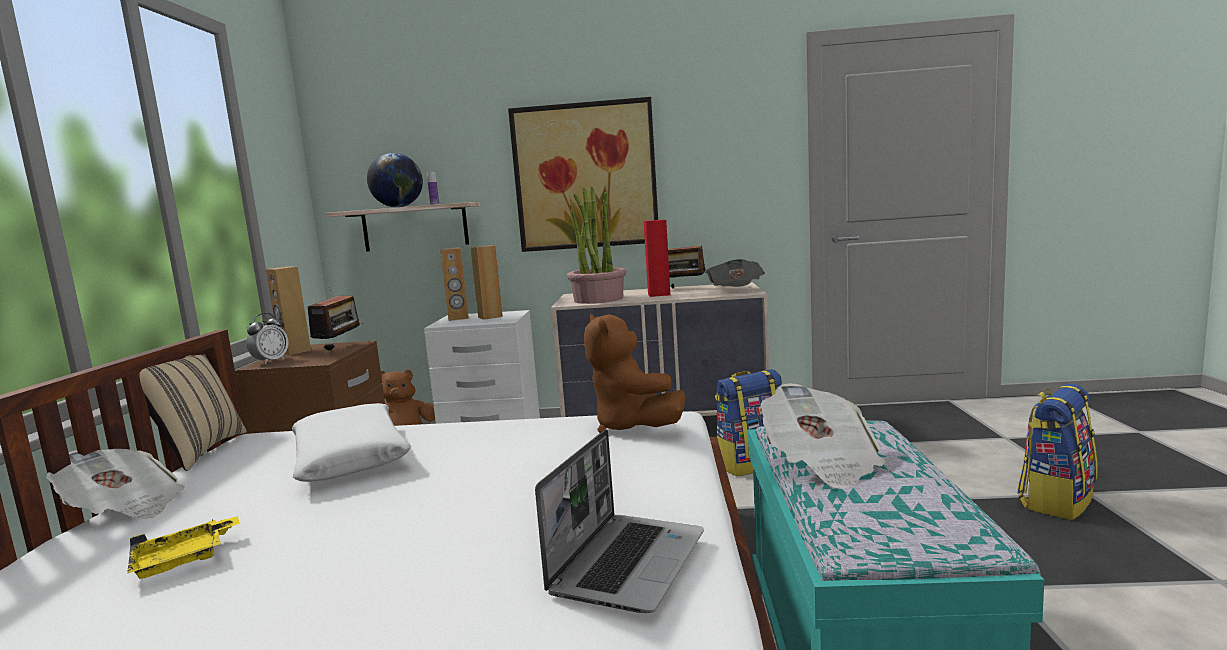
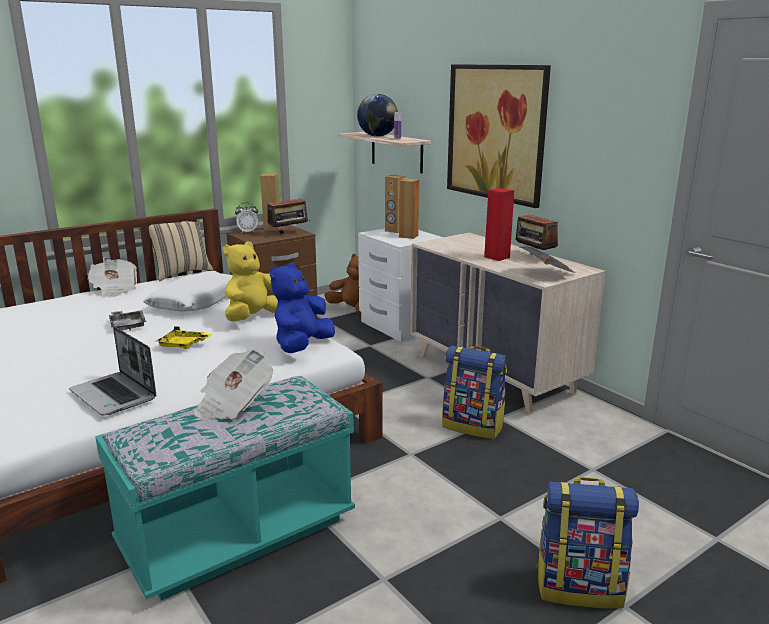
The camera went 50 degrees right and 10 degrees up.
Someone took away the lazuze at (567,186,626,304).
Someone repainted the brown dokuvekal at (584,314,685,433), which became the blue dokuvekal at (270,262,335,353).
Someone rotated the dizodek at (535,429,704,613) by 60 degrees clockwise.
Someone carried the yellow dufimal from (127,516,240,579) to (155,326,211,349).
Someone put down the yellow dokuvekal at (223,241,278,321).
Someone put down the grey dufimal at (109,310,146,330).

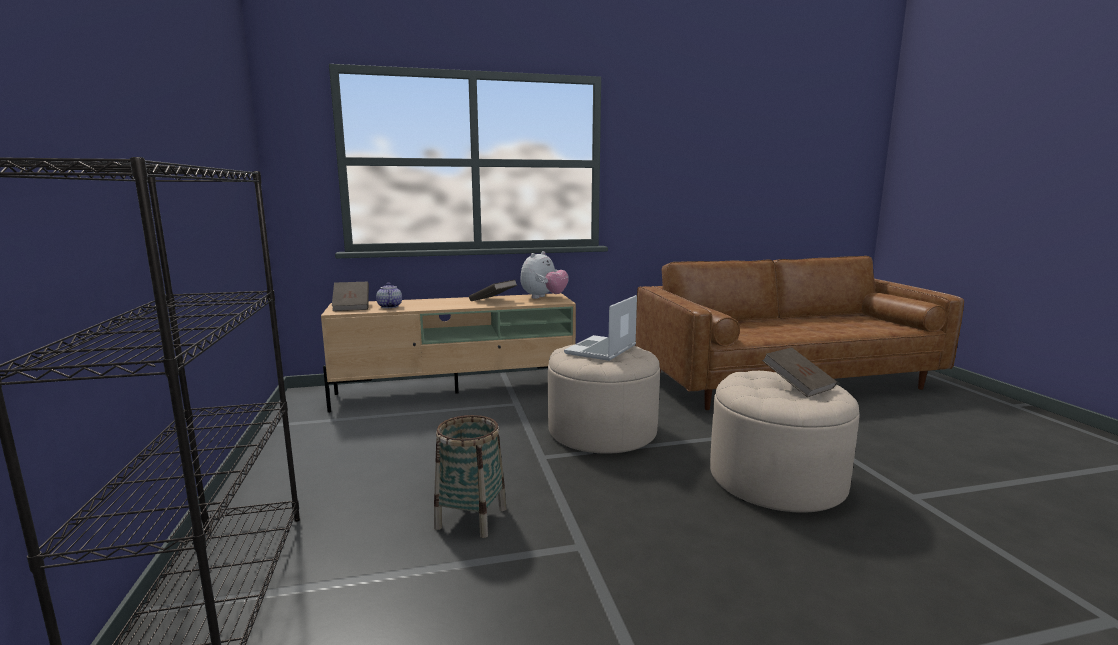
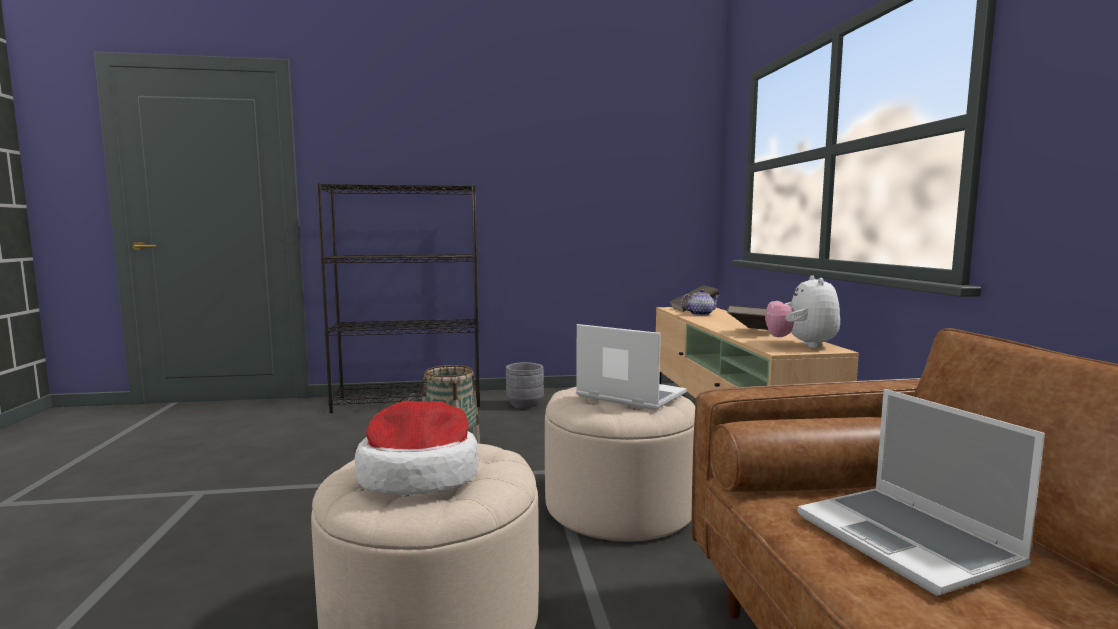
The camera went 95 degrees right and 5 degrees down.
Someone rotated the dokuvekal at (520,251,569,299) by 60 degrees clockwise.
Someone swapped the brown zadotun at (762,347,837,397) for the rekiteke at (355,401,478,495).
Someone put down the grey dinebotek at (506,362,544,409).
Someone put down the dizodek at (798,389,1045,596).

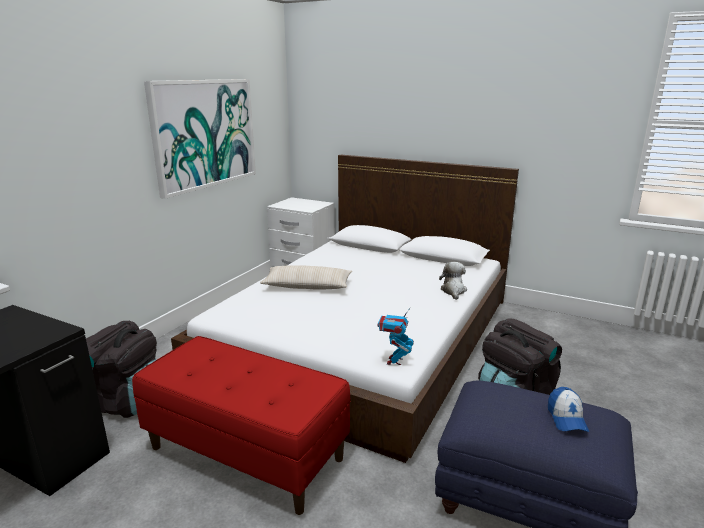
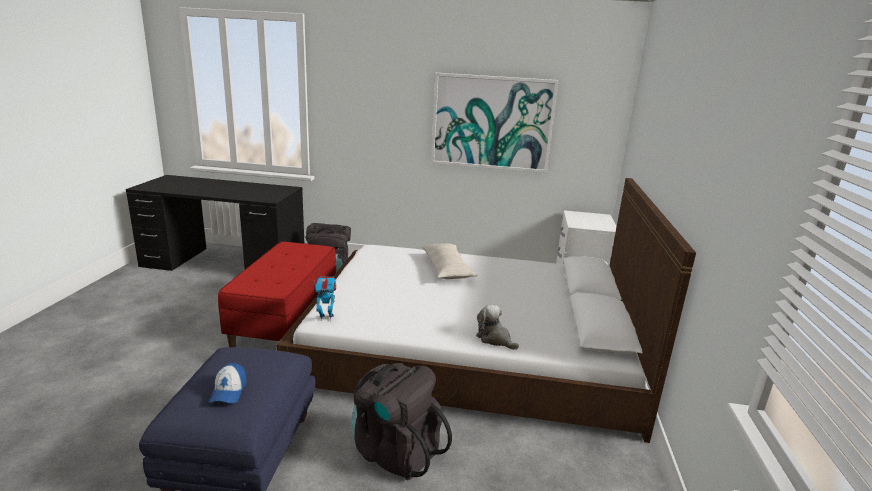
The camera went 70 degrees right and 0 degrees up.
Someone rotated the dokuvekal at (439,262,467,300) by 120 degrees counterclockwise.
Someone rotated the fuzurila at (548,387,589,432) by 75 degrees counterclockwise.

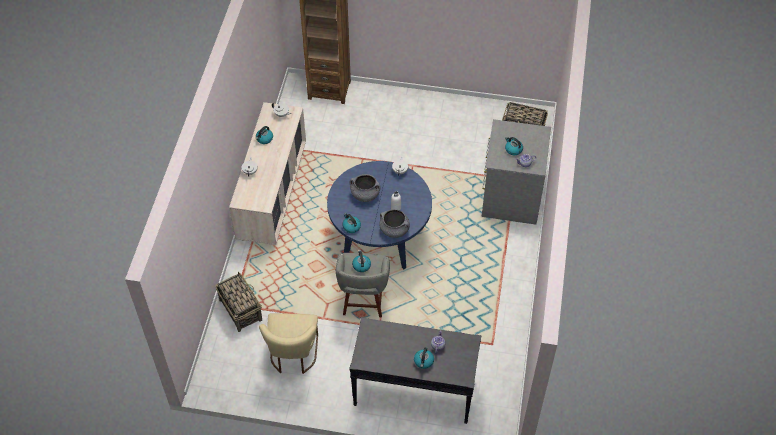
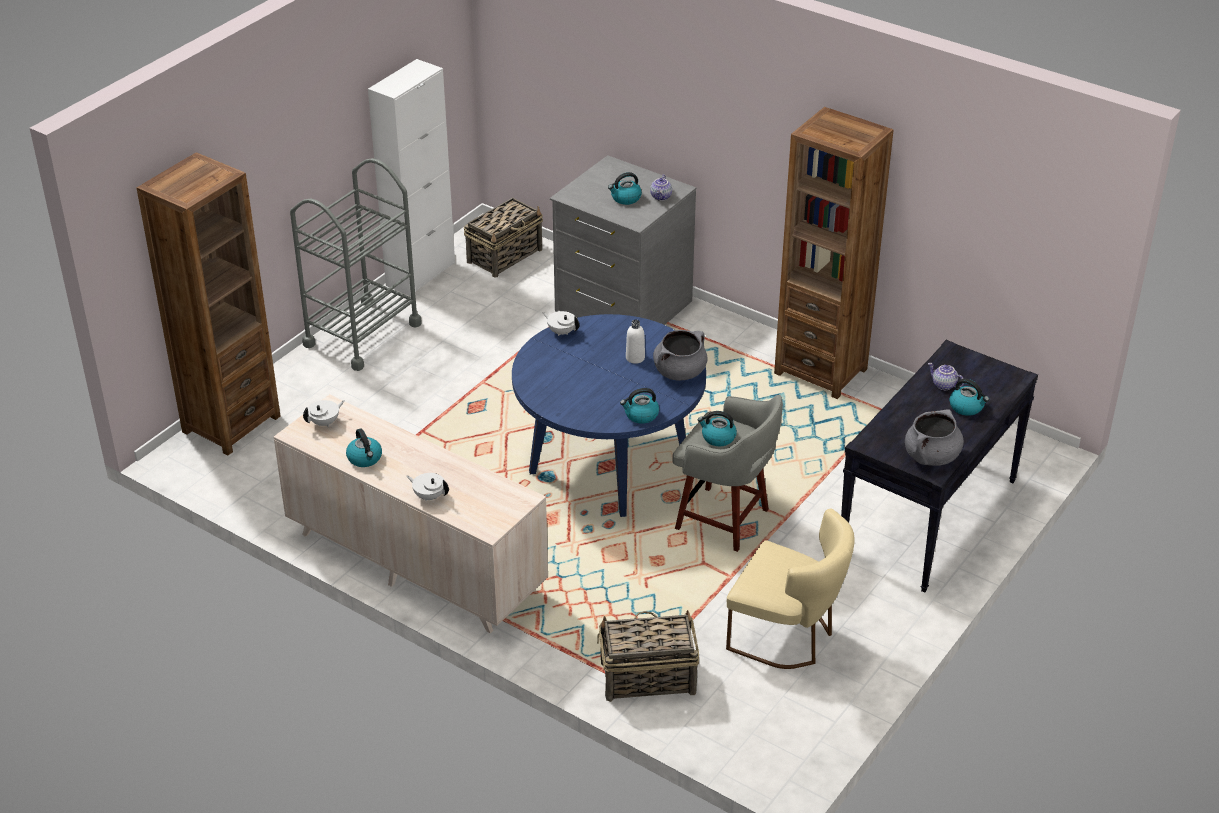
The camera went 65 degrees left and 15 degrees down.
Someone carried the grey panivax from (350,174,380,202) to (905,409,964,466).
Someone put down the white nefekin at (368,59,455,296).
Someone put down the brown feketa at (774,107,894,399).
Someone put down the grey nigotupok at (290,158,422,371).

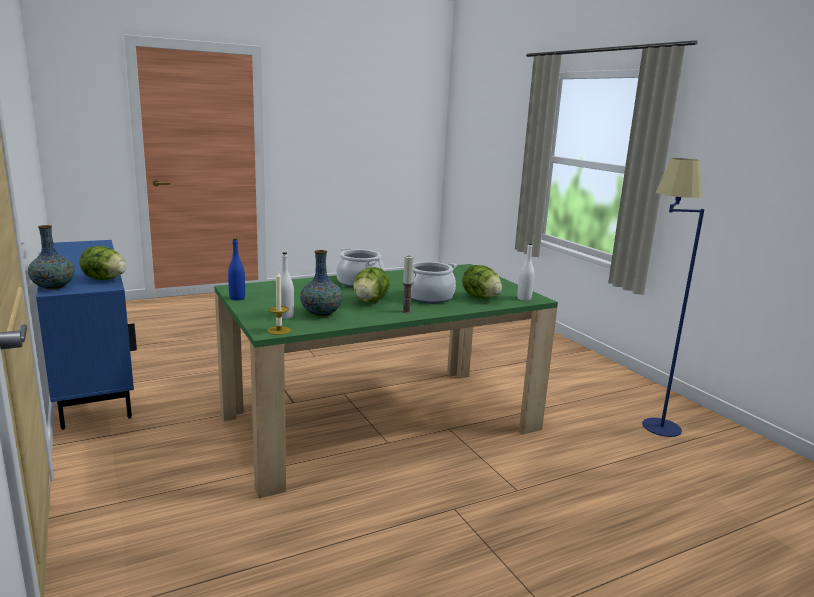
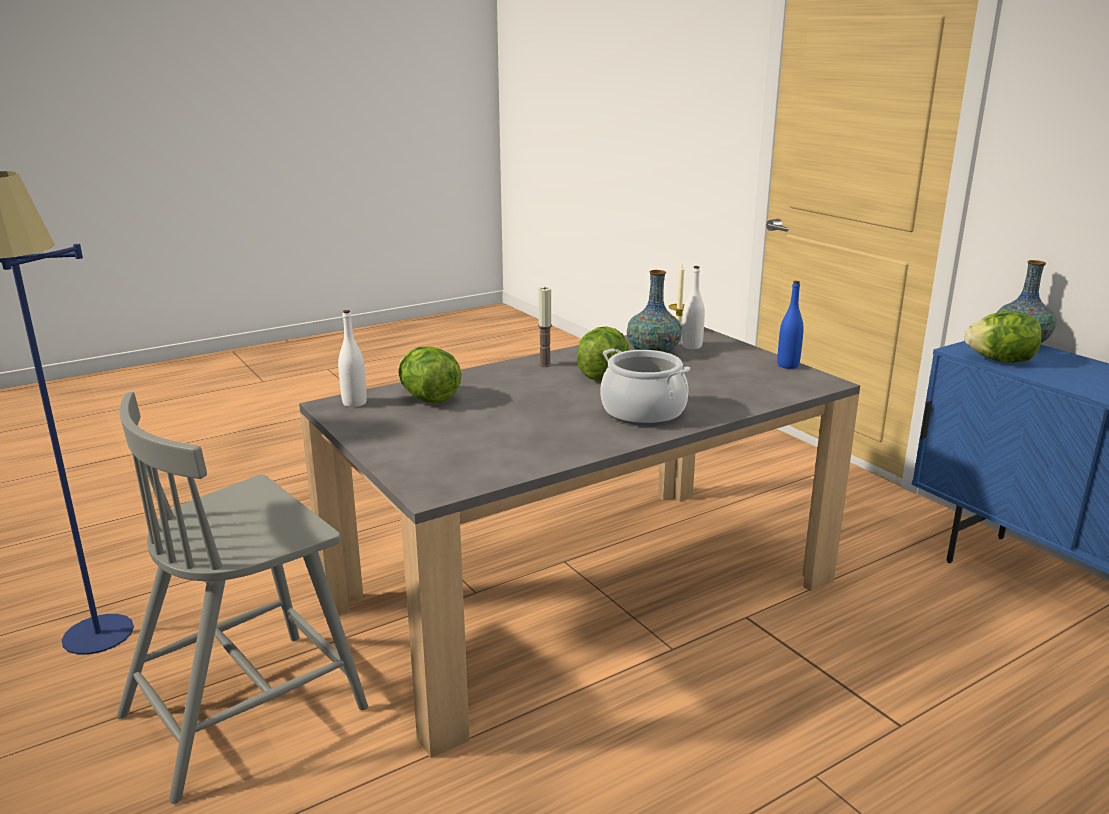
The camera went 175 degrees right and 5 degrees up.
Someone took away the panivax at (410,262,457,303).
Someone repainted the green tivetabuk at (214,264,558,498), which became the grey tivetabuk at (299,327,860,758).
Someone put down the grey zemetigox at (117,392,368,804).

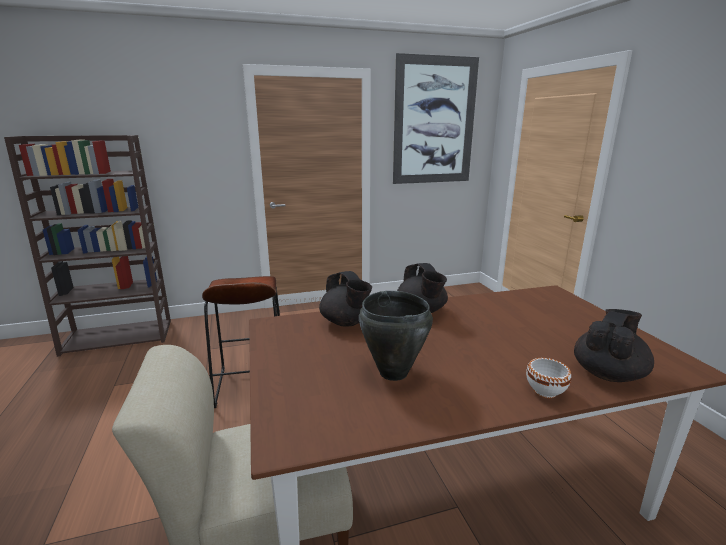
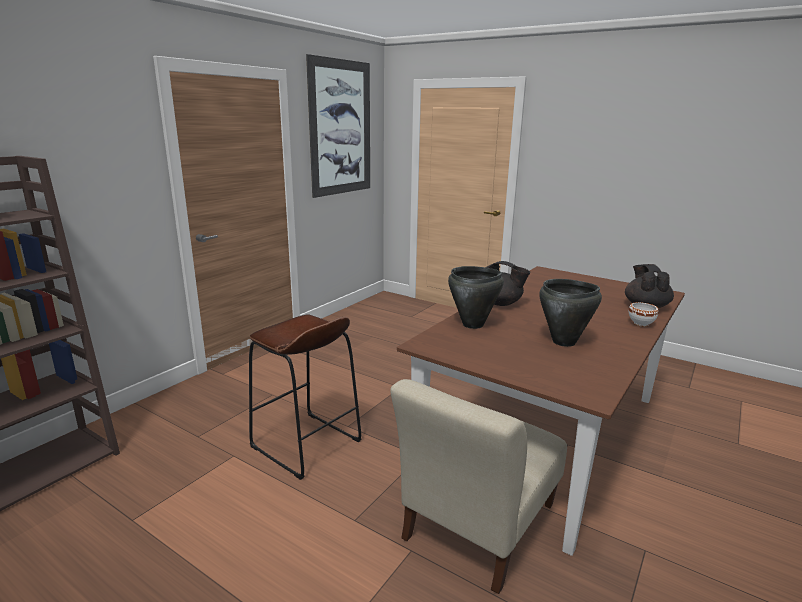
The camera went 40 degrees left and 0 degrees up.
Someone swapped the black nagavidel at (319,271,372,326) for the black panivax at (448,266,504,329).

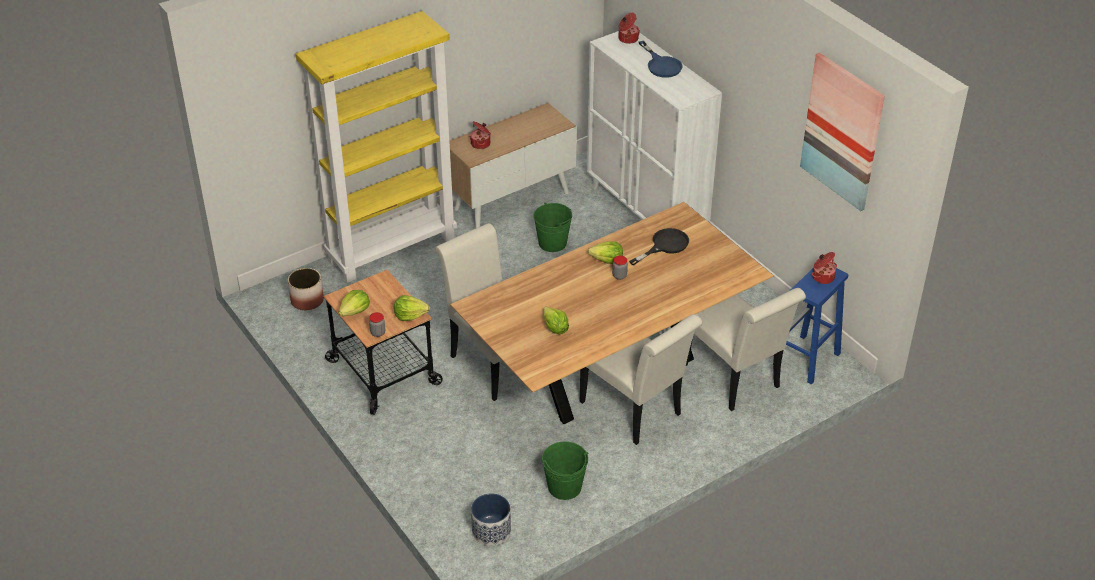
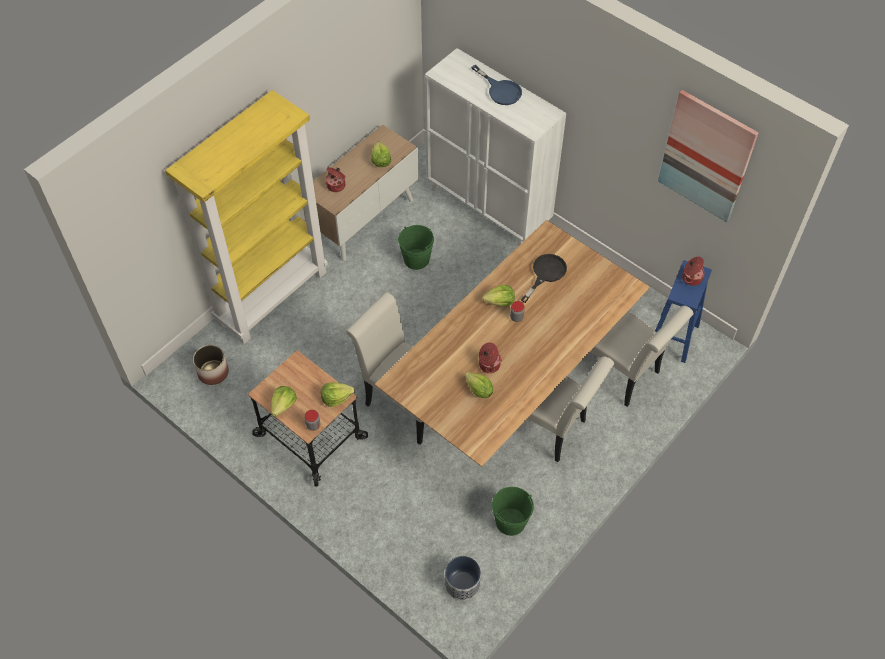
The camera went 15 degrees left and 15 degrees up.
Someone carried the panivax from (619,13,640,44) to (479,342,502,373).
Someone put down the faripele at (371,142,392,167).

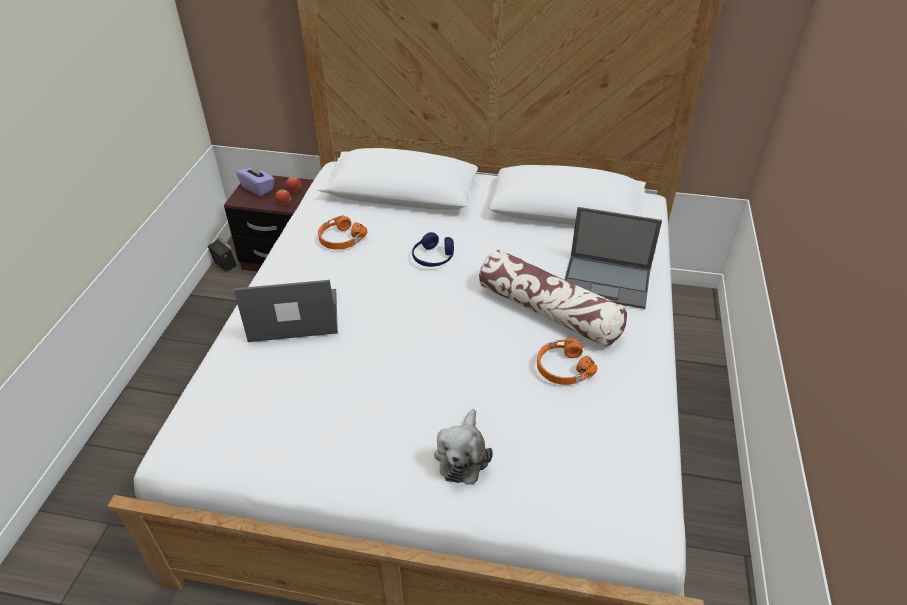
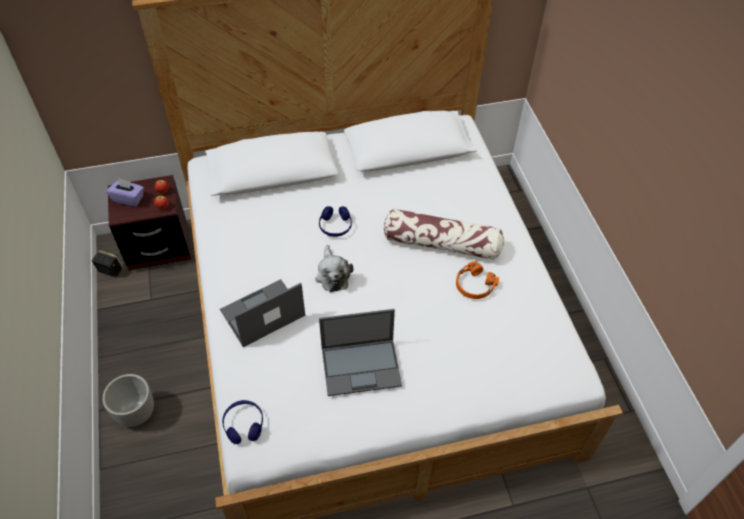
The camera went 25 degrees left and 10 degrees up.
Someone carried the dizodek from (565,207,662,309) to (319,309,402,396).
Someone took away the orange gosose at (318,215,367,249).
Someone carried the dokuvekal from (434,409,493,485) to (315,245,353,292).
Someone put down the dinebotek at (102,374,154,427).
Someone put down the blue gosose at (222,400,263,444).

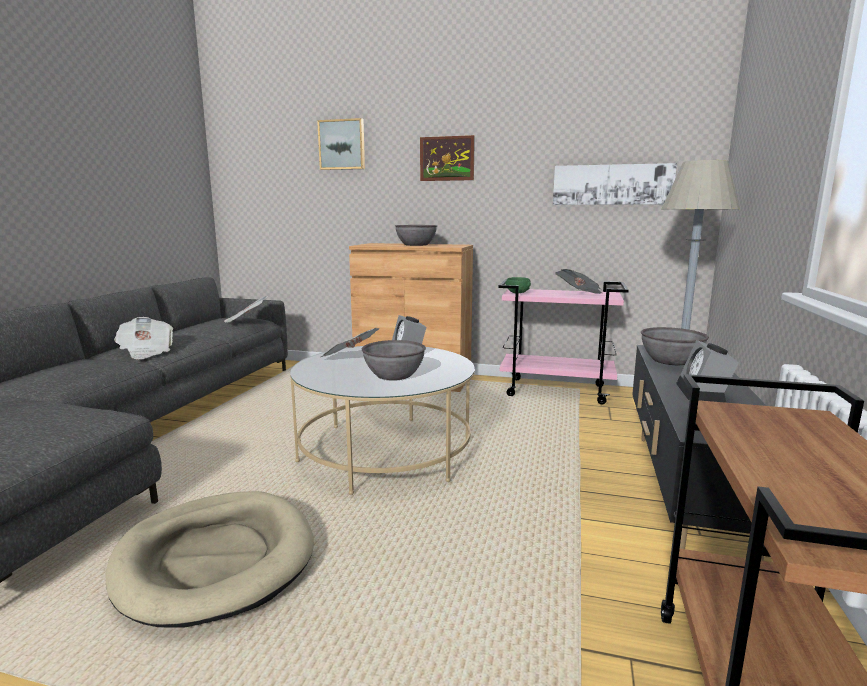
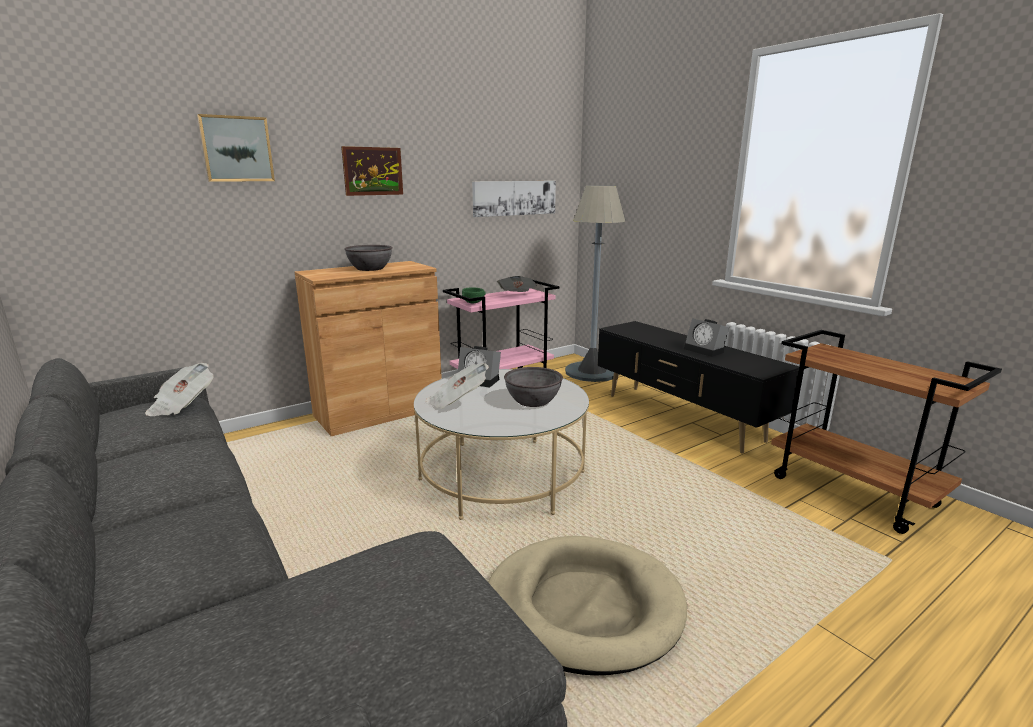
The camera went 50 degrees left and 5 degrees up.
Someone took away the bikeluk at (114,317,173,360).
Someone took away the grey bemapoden at (641,327,709,365).

